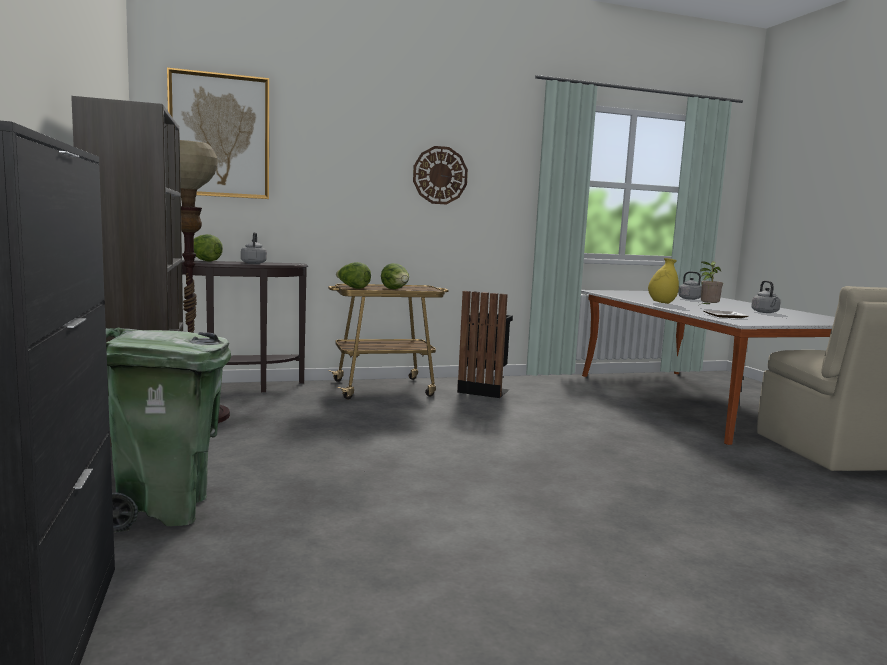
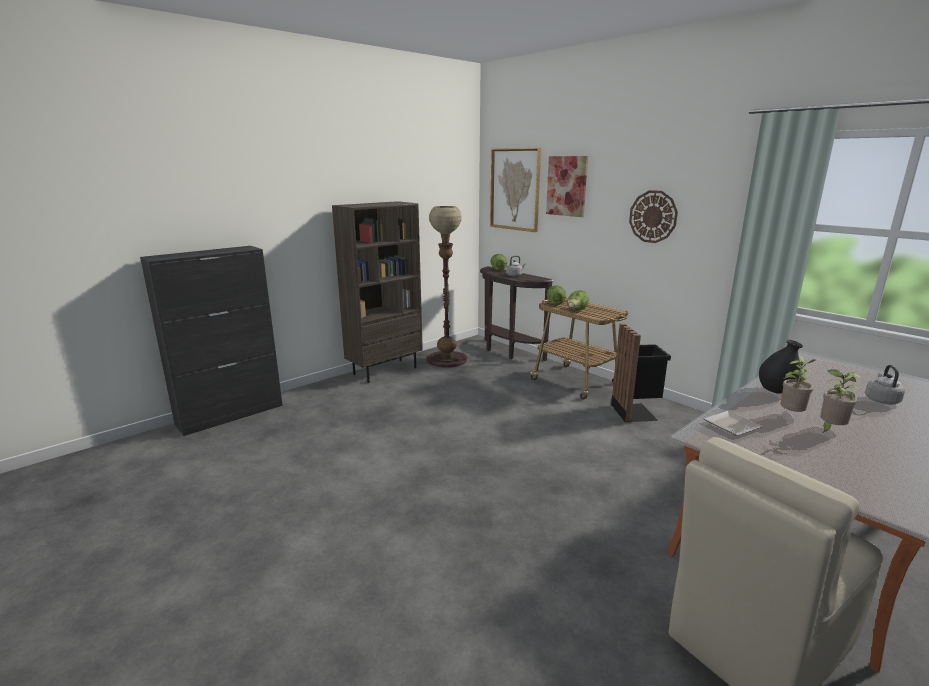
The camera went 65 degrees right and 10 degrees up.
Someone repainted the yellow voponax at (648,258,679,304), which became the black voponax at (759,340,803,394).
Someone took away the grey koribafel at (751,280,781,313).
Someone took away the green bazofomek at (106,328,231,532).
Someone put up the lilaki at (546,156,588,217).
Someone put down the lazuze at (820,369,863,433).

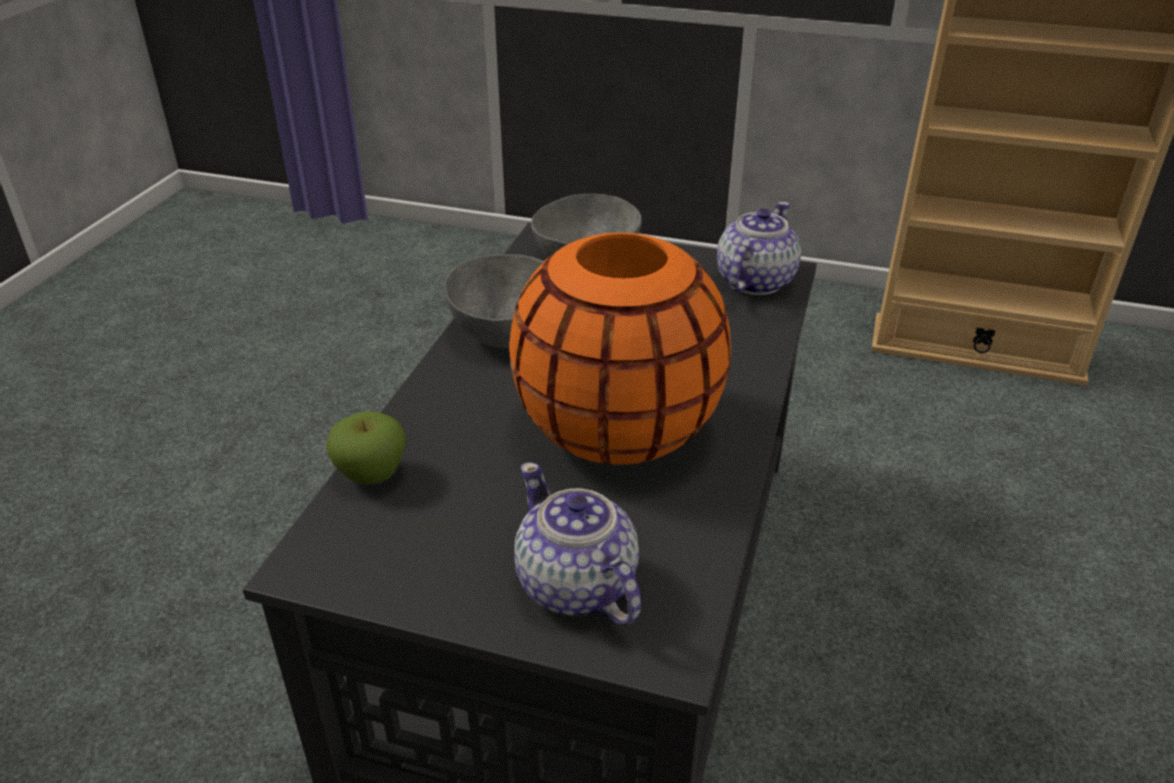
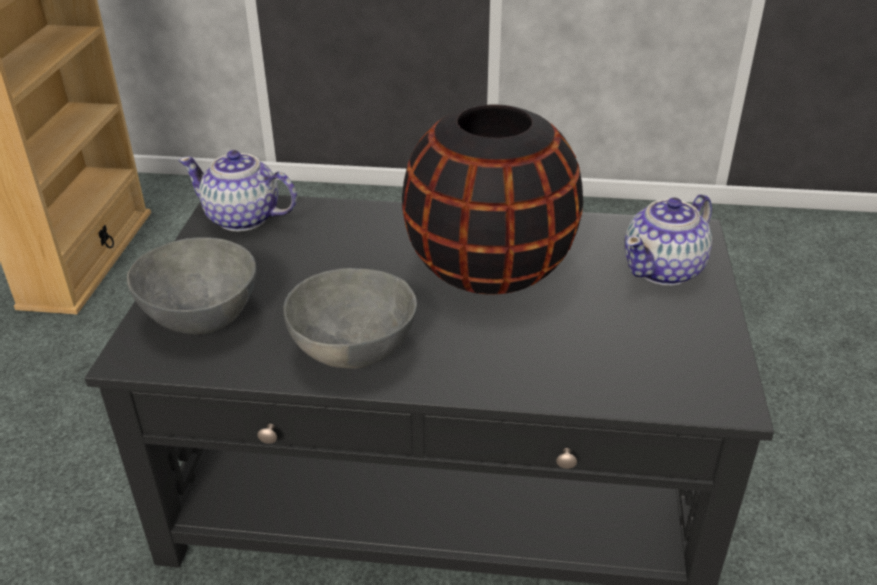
The camera went 100 degrees left and 0 degrees up.
Someone repainted the orange voponax at (509,233,731,465), which became the black voponax at (402,104,583,295).
Someone took away the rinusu at (326,411,406,485).

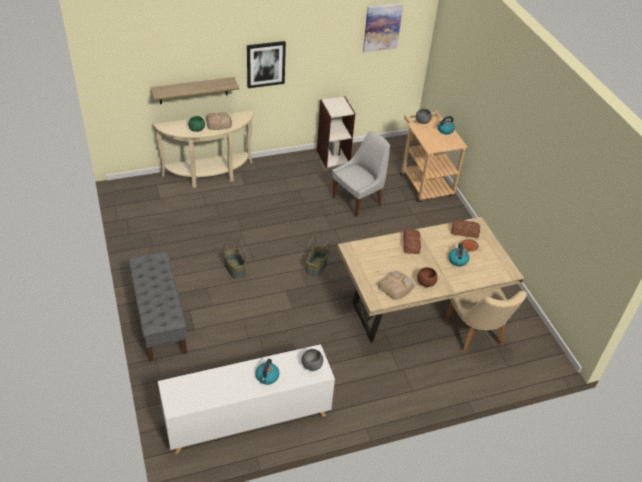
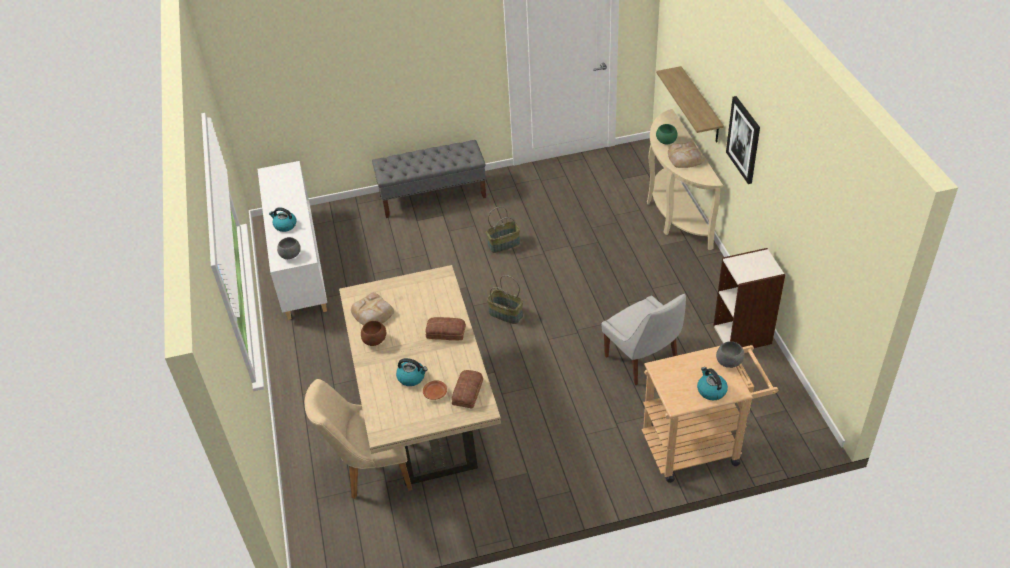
The camera went 100 degrees right and 0 degrees up.
Someone took away the lilaki at (363,3,403,52).

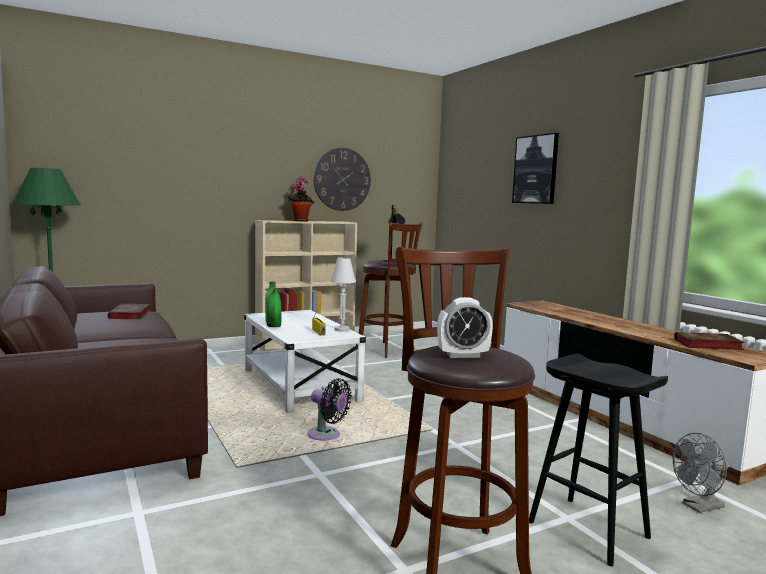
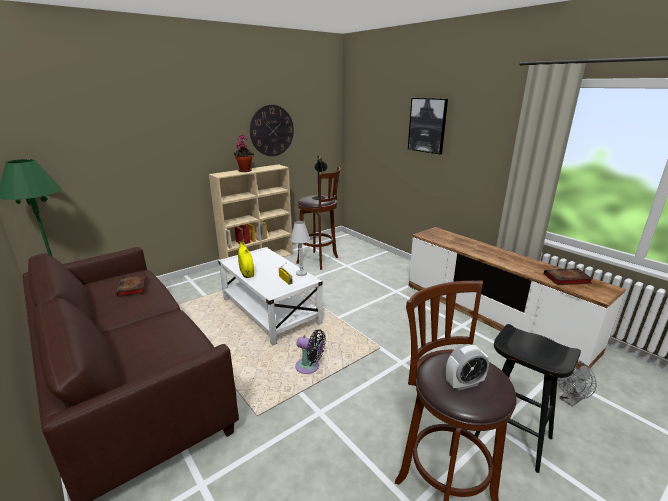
The camera went 10 degrees left and 15 degrees up.
Someone repainted the green voponax at (265,282,281,327), which became the yellow voponax at (238,241,254,278).

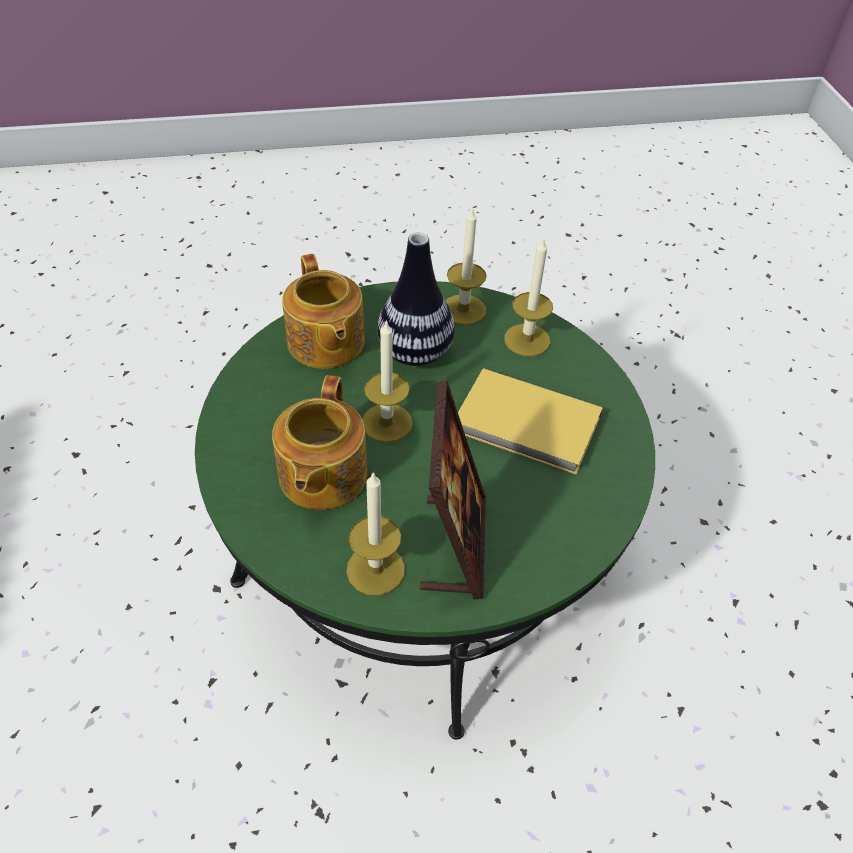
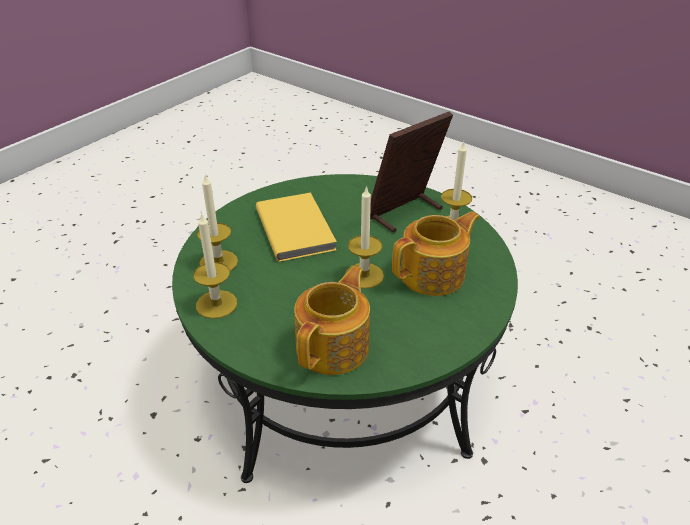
The camera went 130 degrees left and 10 degrees down.
Someone took away the voponax at (377,233,455,366).

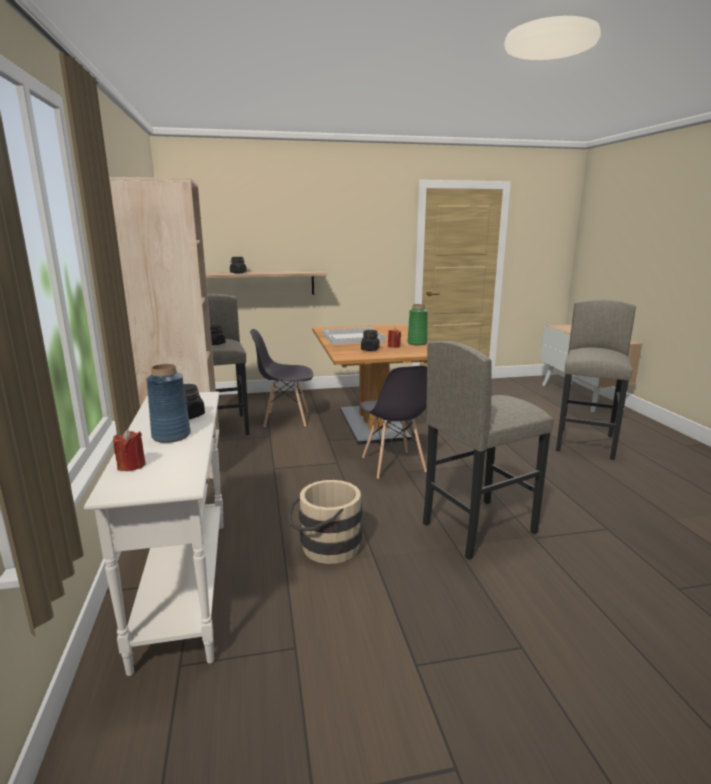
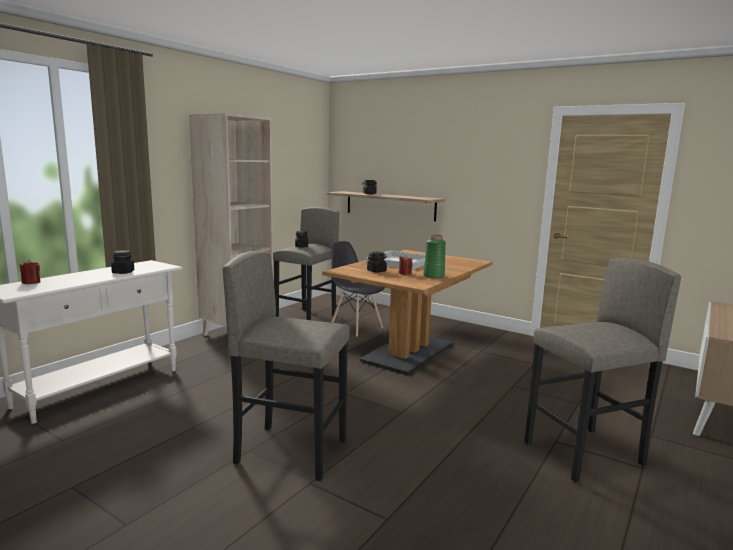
The camera went 45 degrees right and 5 degrees down.
Someone took away the blue voponax at (146,364,191,443).
Someone took away the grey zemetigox at (359,366,427,479).
Someone took away the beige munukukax at (288,480,362,564).

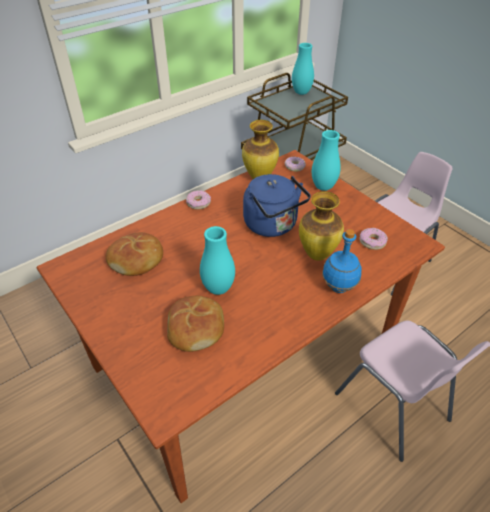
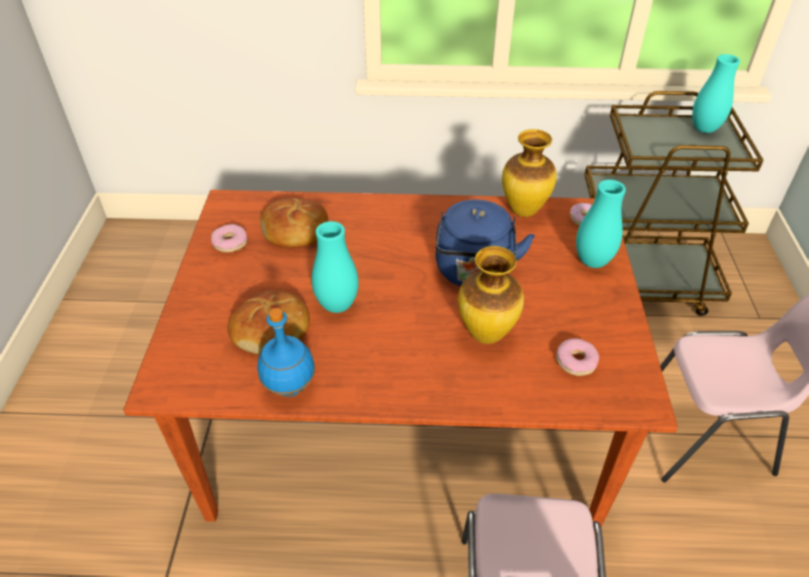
The camera went 40 degrees right and 0 degrees up.
Someone carried the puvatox from (186,190,211,210) to (211,224,247,253).
Someone carried the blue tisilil from (322,229,362,293) to (257,308,315,397).

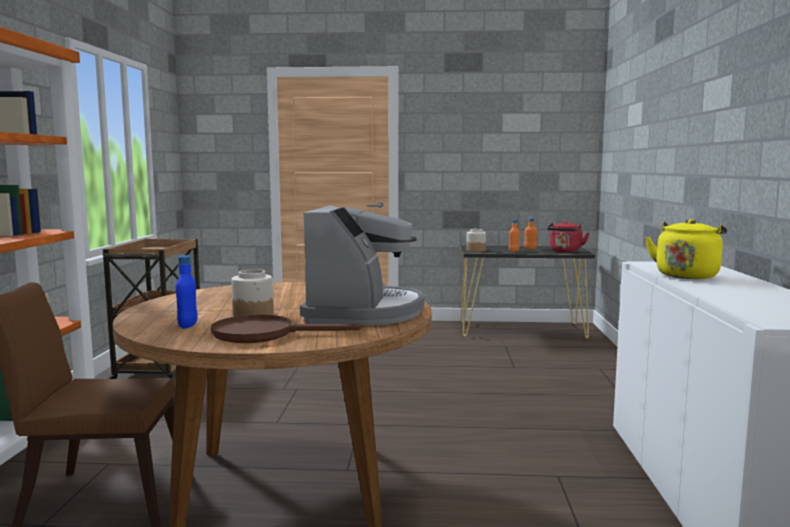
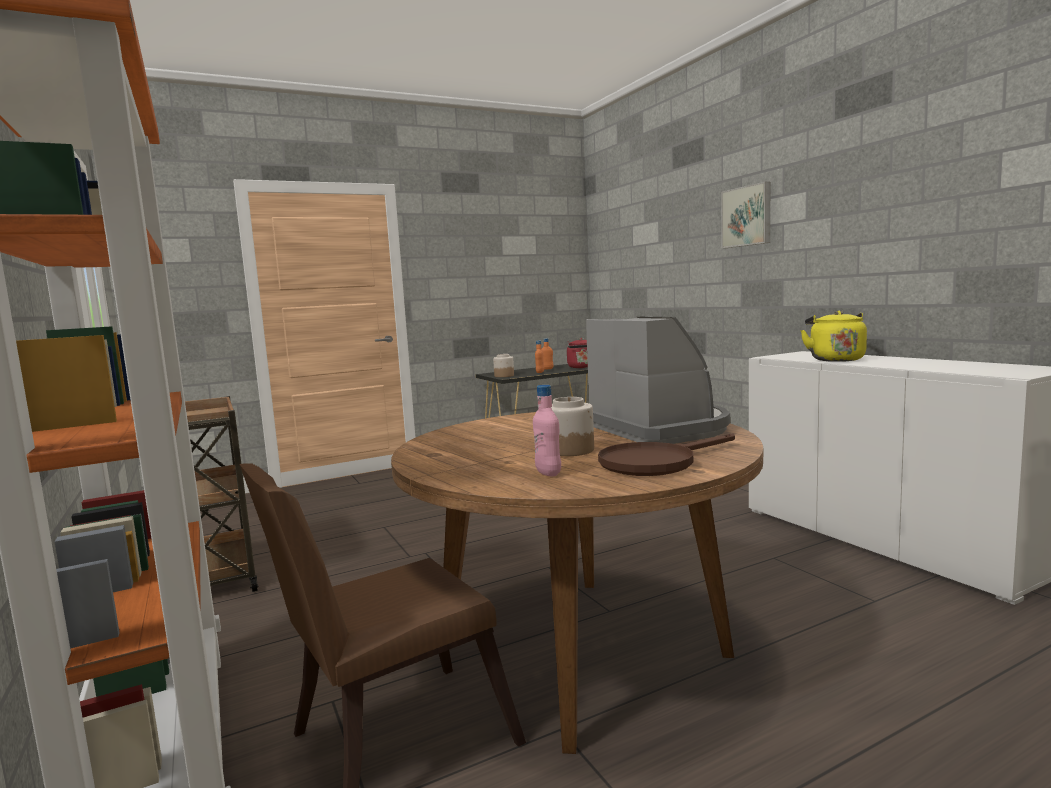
The camera went 30 degrees left and 0 degrees up.
Someone repainted the blue tisilil at (176,256,198,328), which became the pink tisilil at (533,385,561,476).
Someone put up the lilaki at (721,182,770,248).

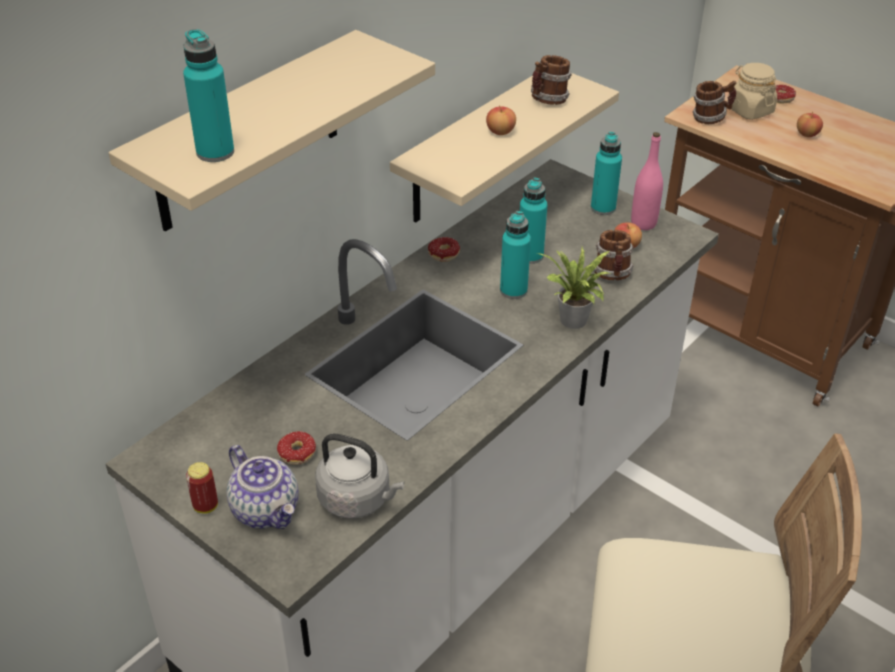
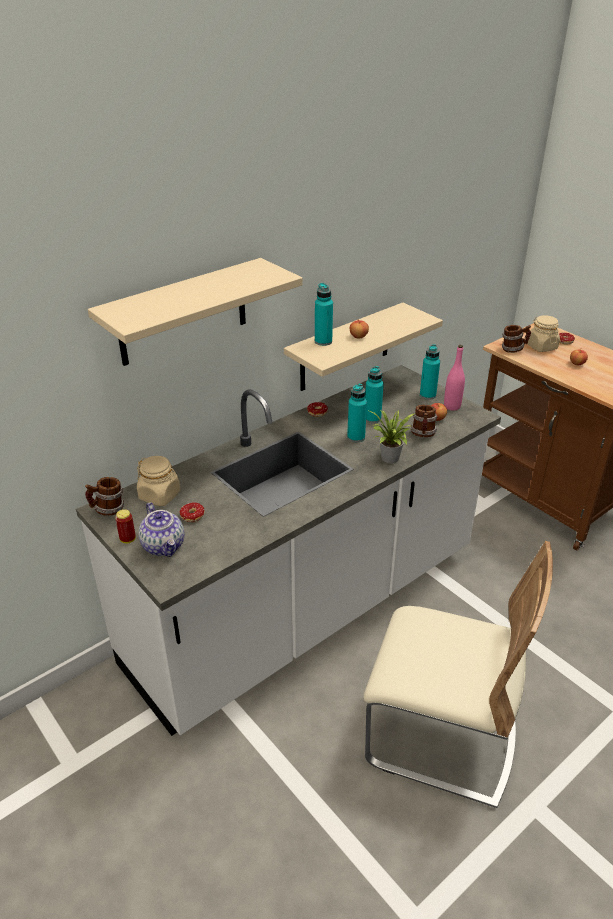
The camera went 10 degrees right and 5 degrees down.
Someone carried the turquoise tisilil from (183,29,234,162) to (315,283,333,346).
Someone carried the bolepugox from (531,55,572,105) to (85,477,124,516).
Someone took away the grey koribafel at (315,434,404,519).
Someone put down the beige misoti at (137,456,180,506).

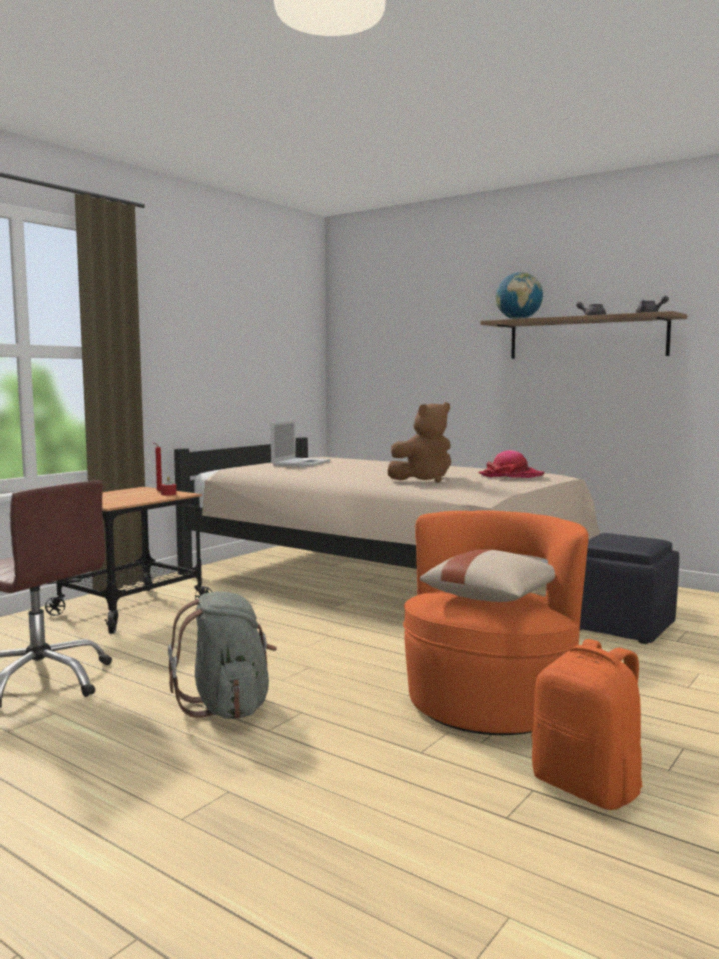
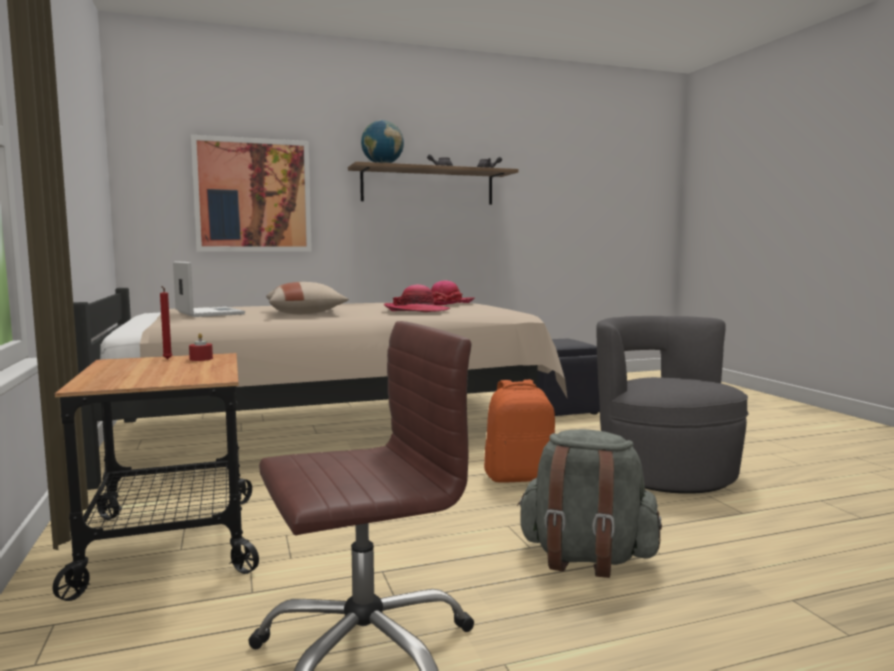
The camera went 55 degrees left and 0 degrees up.
Someone swapped the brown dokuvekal at (388,402,451,482) for the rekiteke at (384,284,450,312).
Someone repainted the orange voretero at (403,510,589,735), which became the grey voretero at (596,316,748,494).
Someone carried the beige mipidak from (420,549,555,602) to (266,282,349,314).
Someone carried the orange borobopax from (531,639,643,810) to (484,380,555,483).
Someone put up the lilaki at (191,135,312,252).

